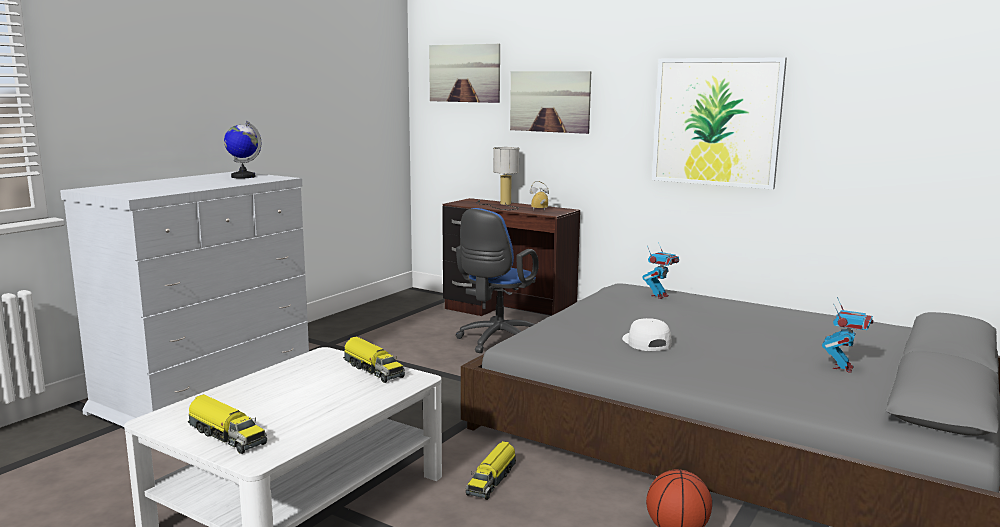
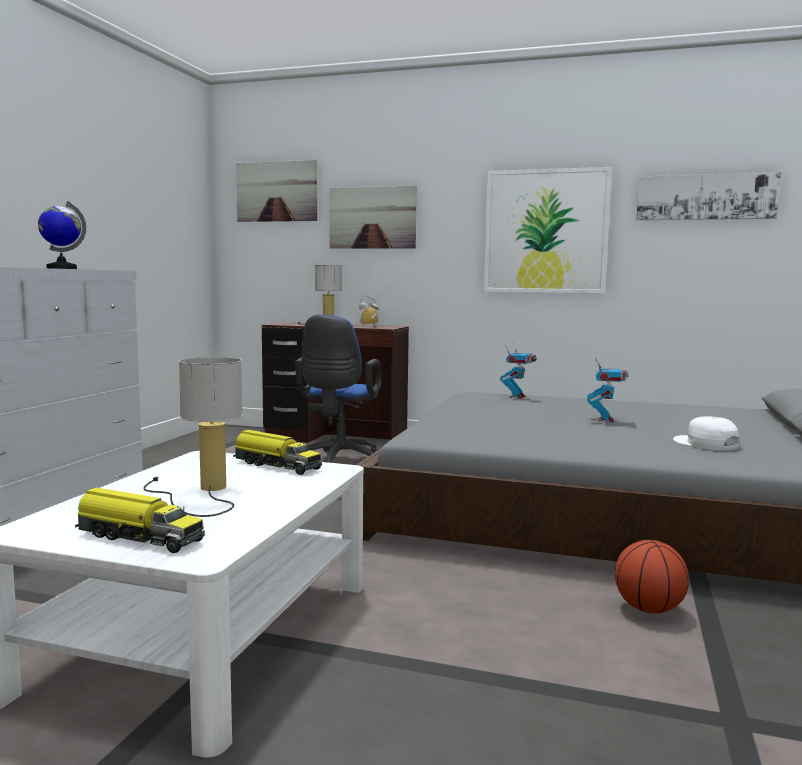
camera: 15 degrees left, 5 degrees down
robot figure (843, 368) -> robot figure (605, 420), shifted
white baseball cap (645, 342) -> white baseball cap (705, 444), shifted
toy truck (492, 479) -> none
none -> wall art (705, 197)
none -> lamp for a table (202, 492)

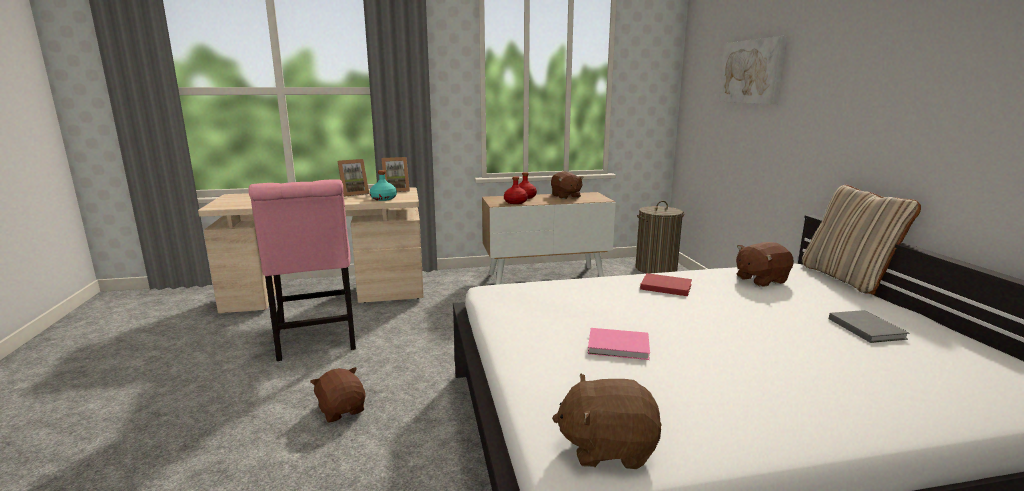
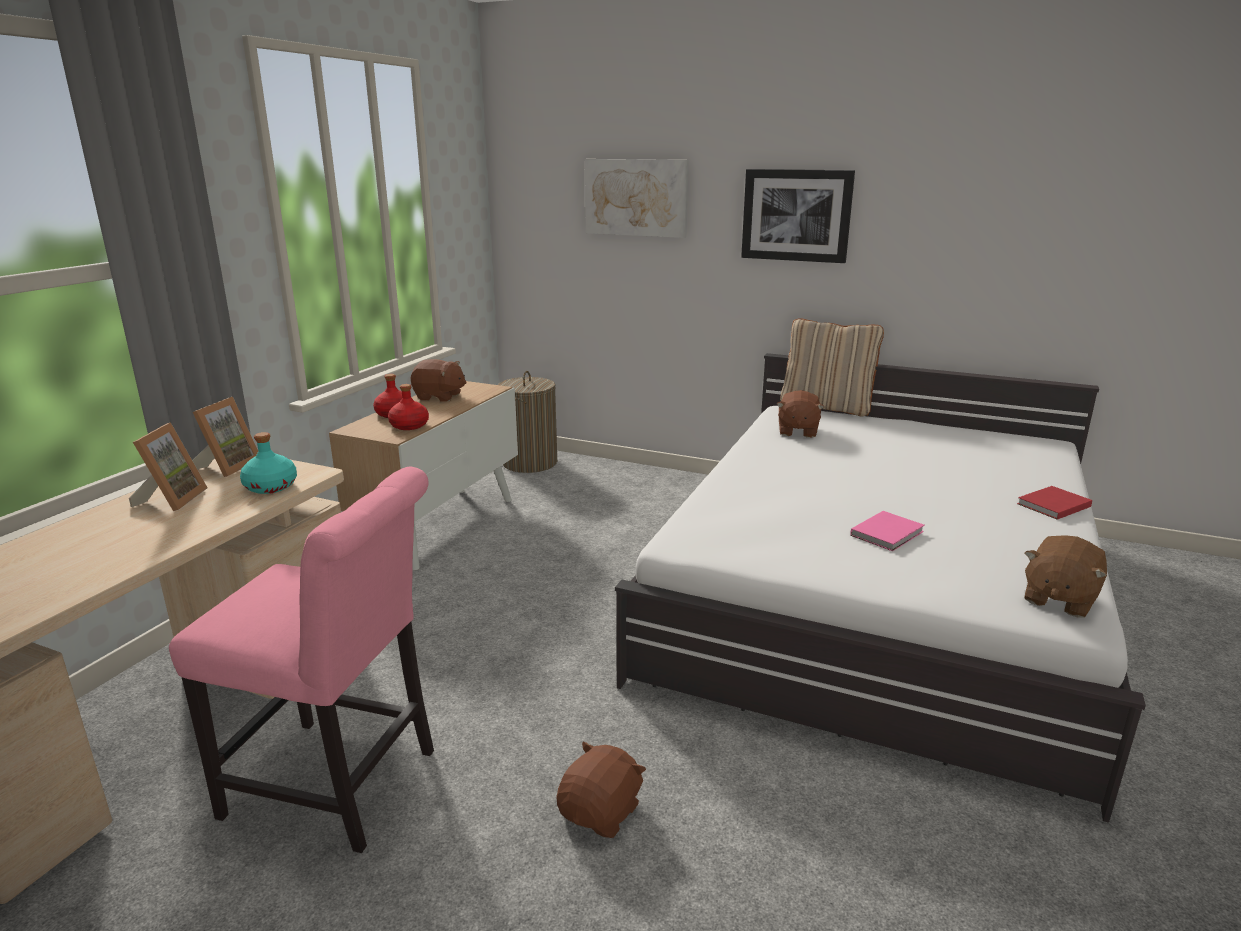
camera: 55 degrees left, 5 degrees up
red volume (664, 286) -> red volume (1051, 505), shifted
gray volume (866, 328) -> none
brown cuddly toy (342, 410) -> brown cuddly toy (601, 812), 120 degrees clockwise
none -> wall art (796, 215)

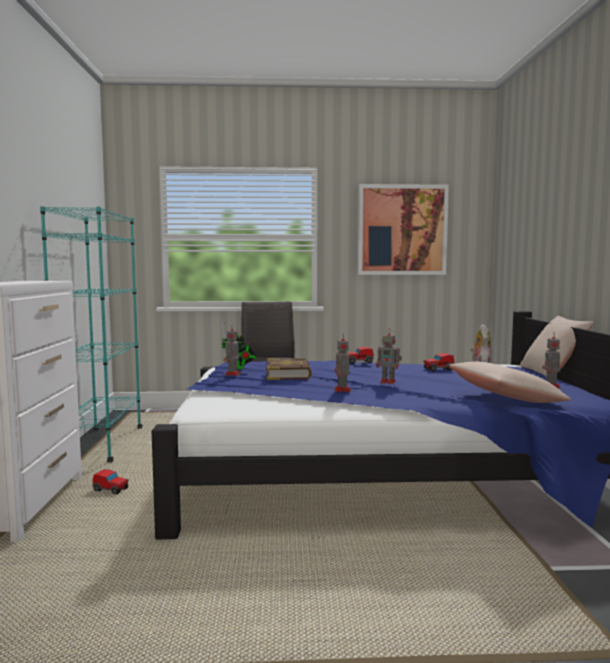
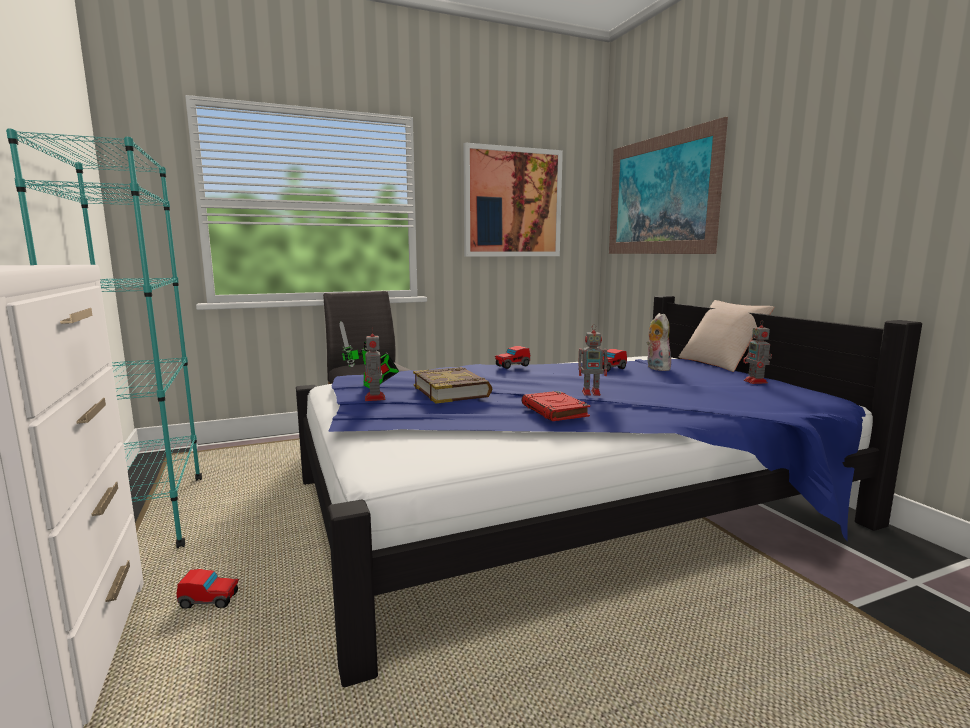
camera: 20 degrees left, 5 degrees up
robot figure (342, 390) -> red volume (555, 411)
sand-coloured cushion (505, 398) -> none
none -> wall art (660, 195)

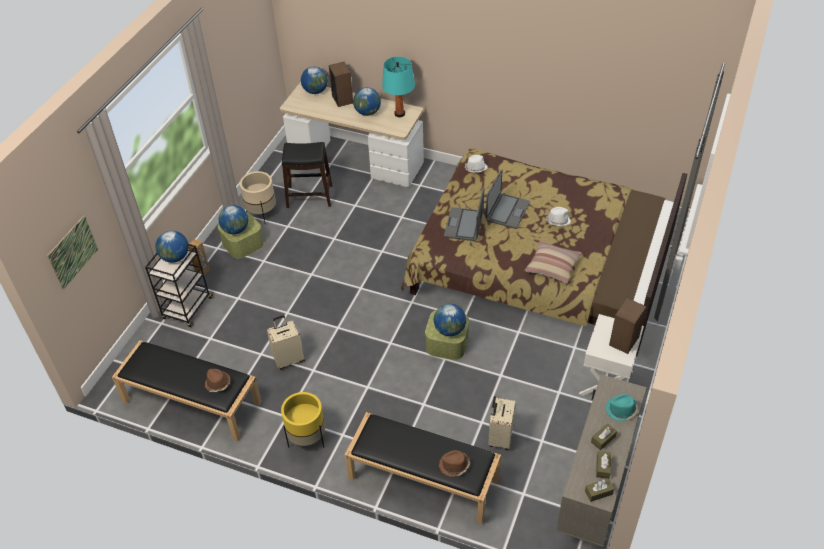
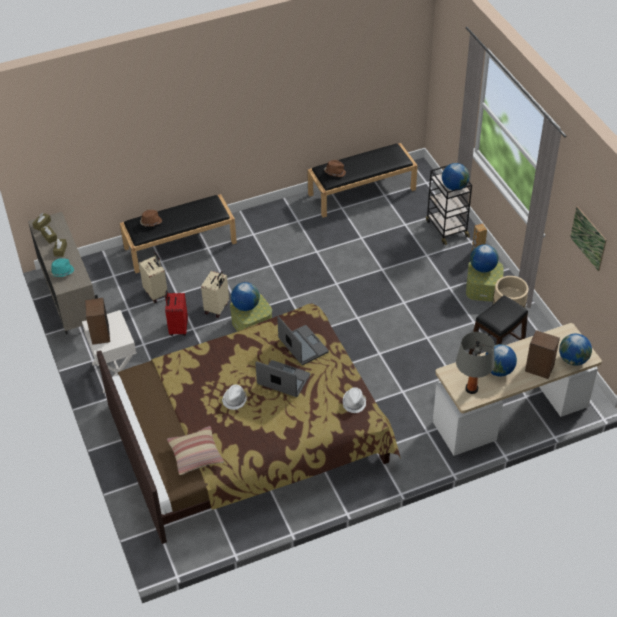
camera: 135 degrees right, 0 degrees up
turquoise lamp for a table (399, 114) -> gray lamp for a table (471, 389)
notebook computer (507, 211) -> notebook computer (283, 380), 135 degrees clockwise
wall art (72, 252) -> wall art (588, 238), shifted
cushion (552, 266) -> cushion (195, 454), shifted
sand-coloured suitcase (289, 359) -> sand-coloured suitcase (217, 308), shifted
yellow-coloured flower pot (307, 438) -> none
none -> red suitcase (178, 328)

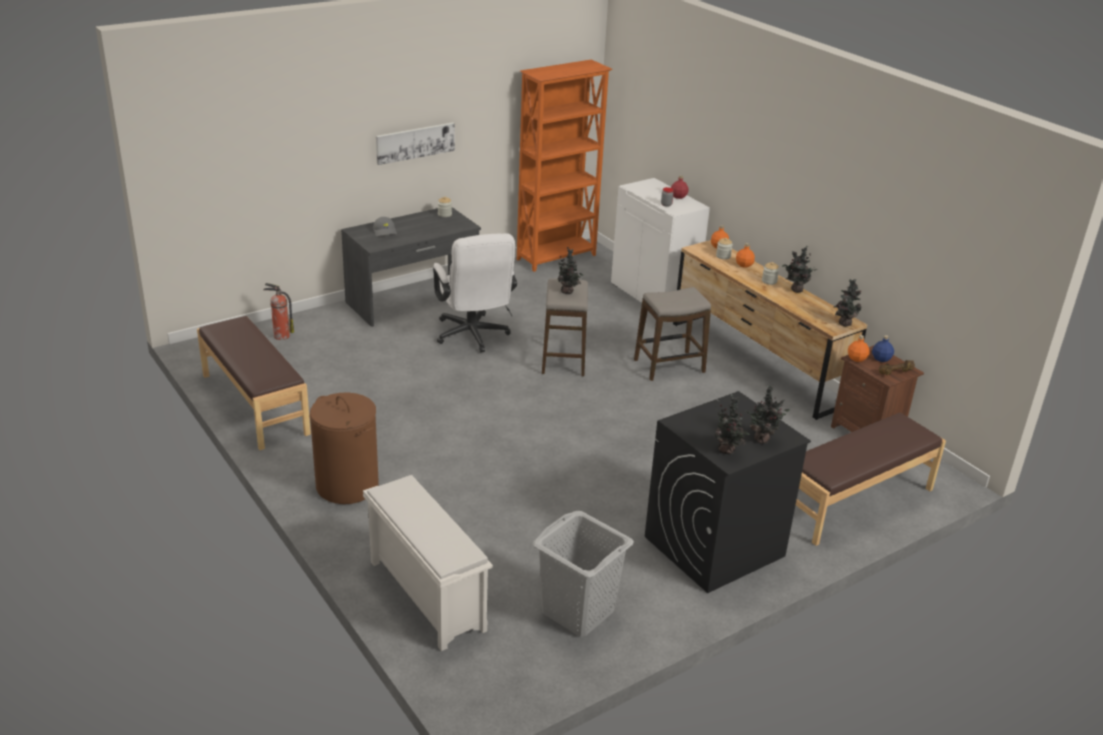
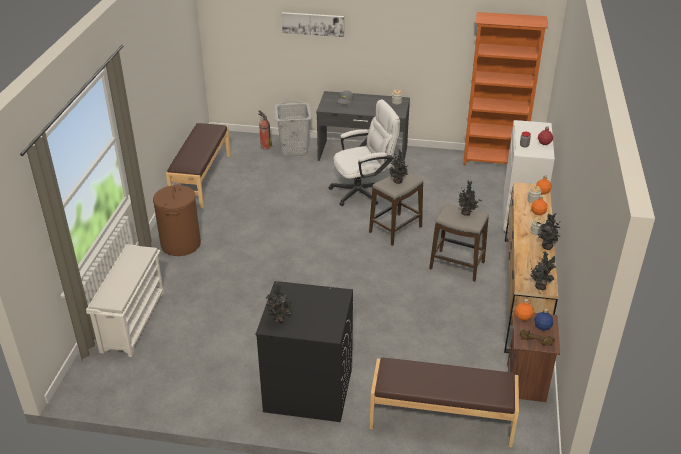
camera: 45 degrees right, 5 degrees up
wall art (415, 142) -> wall art (313, 24), shifted
white office chair (473, 337) -> white office chair (363, 191), 135 degrees counterclockwise
houseplant (762, 439) -> houseplant (467, 213), shifted
gray hamper (578, 612) -> gray hamper (293, 149), shifted

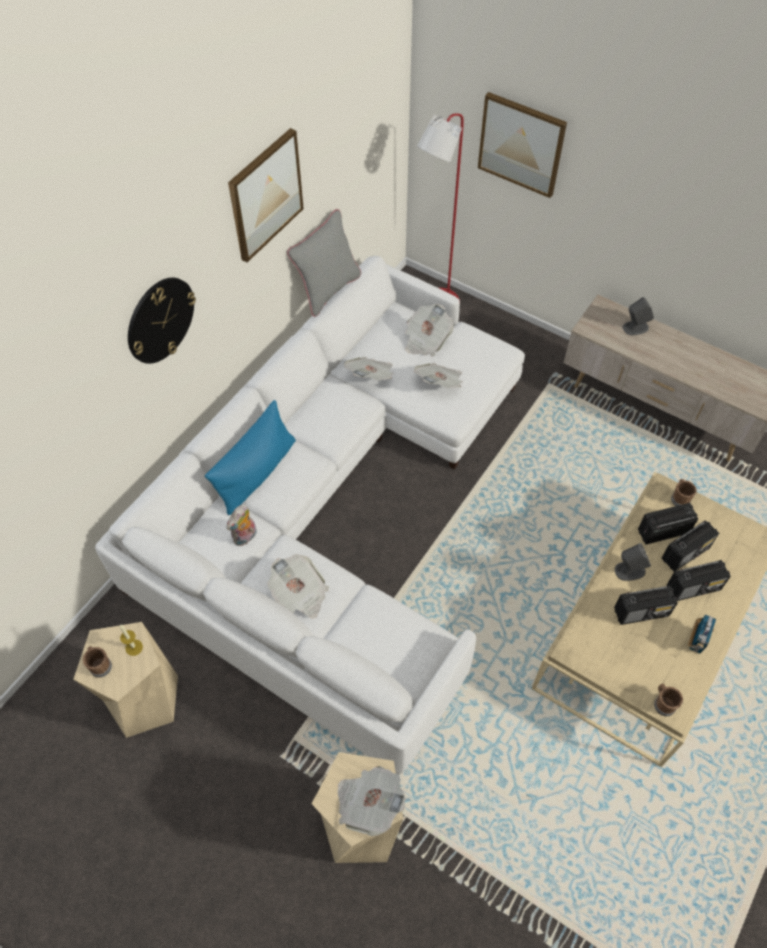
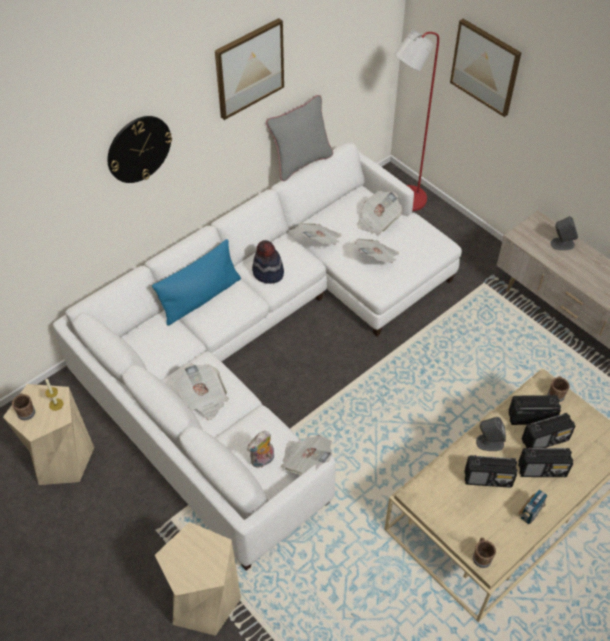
camera: 15 degrees right, 5 degrees down
cuddly toy (245, 537) -> cuddly toy (262, 461), shifted
newspaper (368, 803) -> newspaper (305, 461), shifted
none -> hat (268, 273)

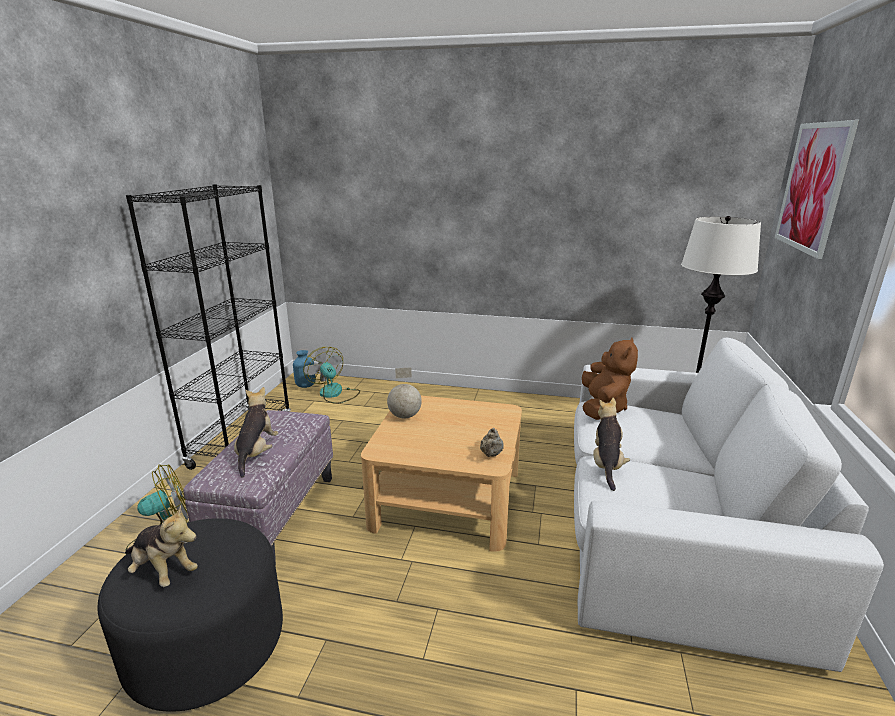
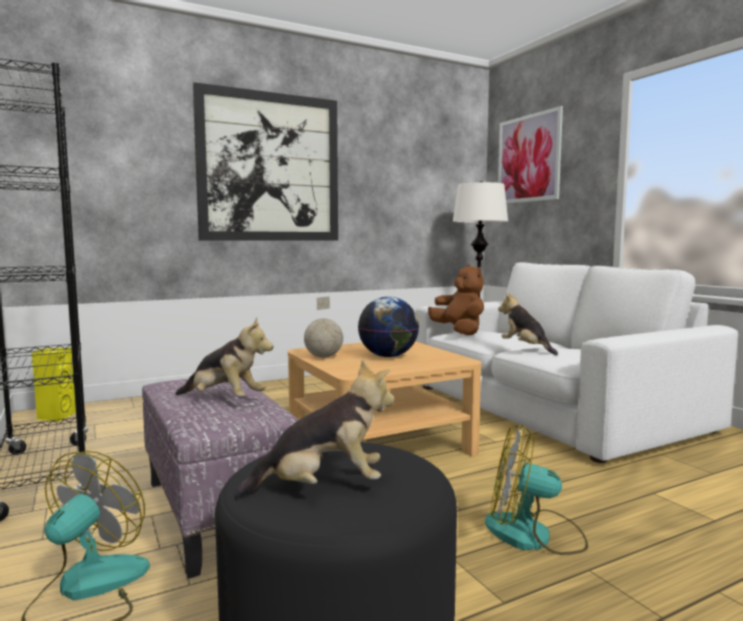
camera: 40 degrees left, 15 degrees down
cooling fan (334, 394) -> cooling fan (533, 535), shifted
bluish flower vase (305, 385) -> yellow-coloured audio speaker (56, 417)
cuddly toy (257, 453) -> cuddly toy (224, 400), 150 degrees clockwise
sand-coloured tea pot (491, 454) -> none
none -> wall art (269, 168)
none -> globe (388, 356)

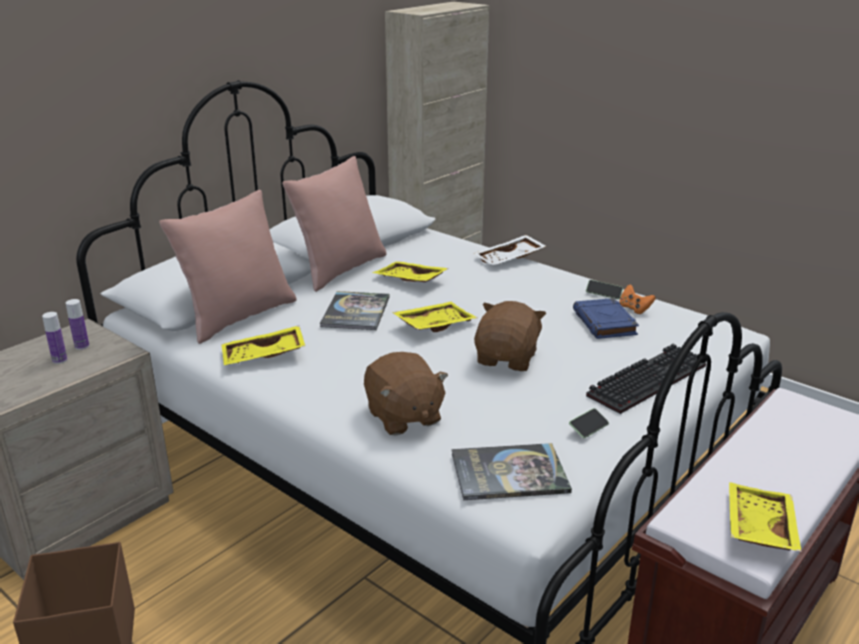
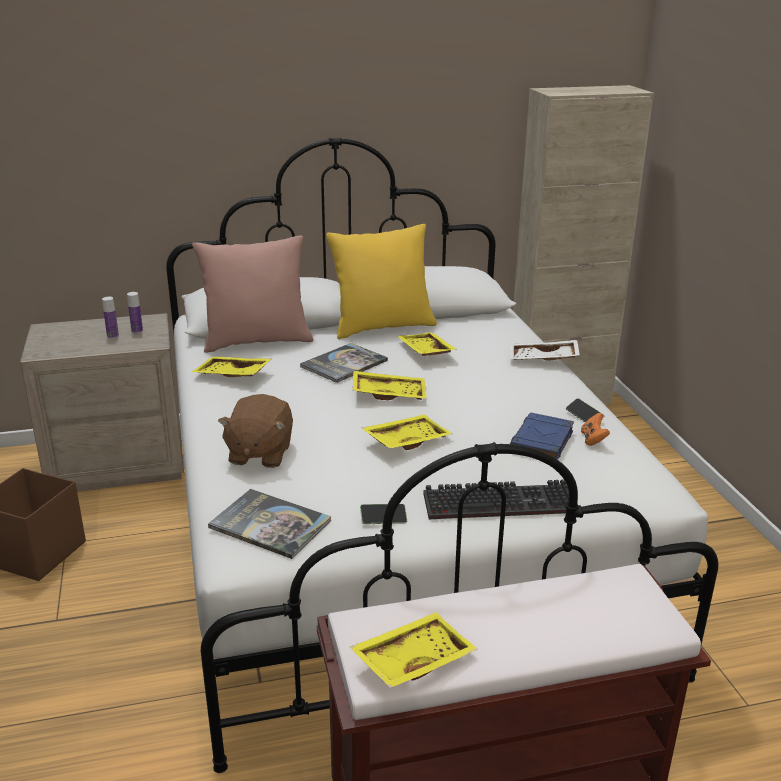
camera: 35 degrees right, 0 degrees up
pinkish cushion (339, 269) -> yellow-coloured cushion (382, 327)
brown cuddly toy (507, 359) -> yellow-coloured tray (406, 441)

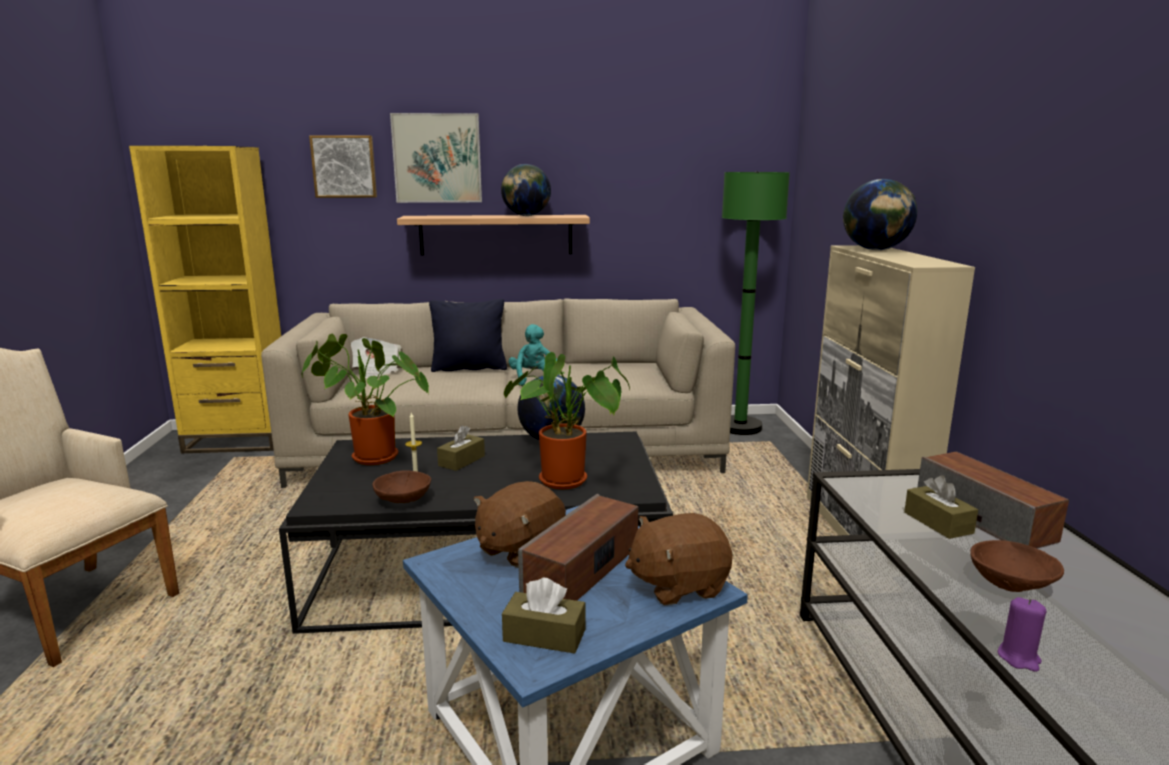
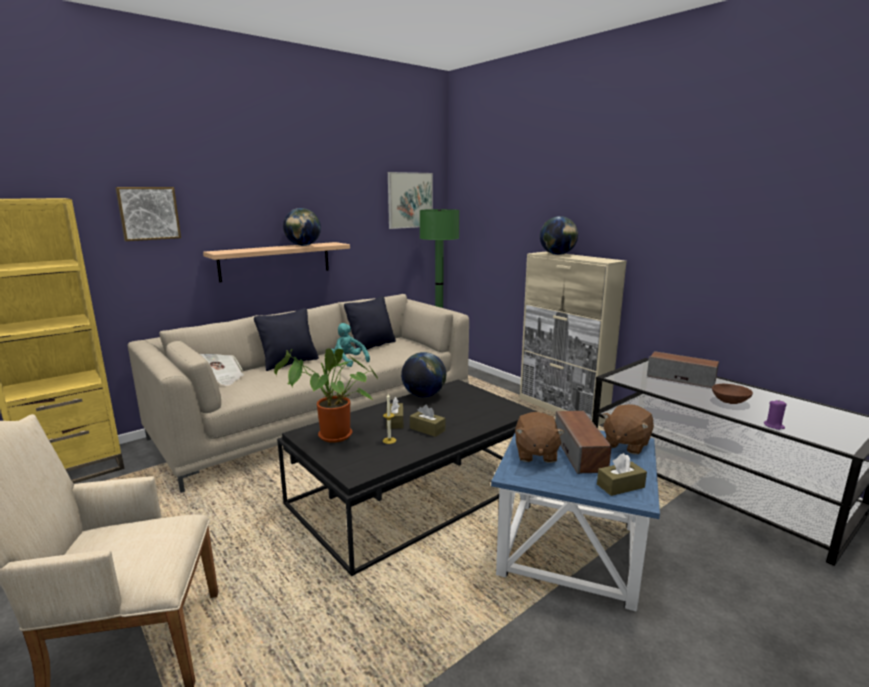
camera: 35 degrees left, 0 degrees up
wall art (437, 158) -> wall art (410, 200), shifted
houseplant (569, 481) -> none
brown deep dish (403, 501) -> none
brown tissue holder (938, 522) -> brown tissue holder (427, 429), shifted
none -> black-coloured cushion (372, 345)

